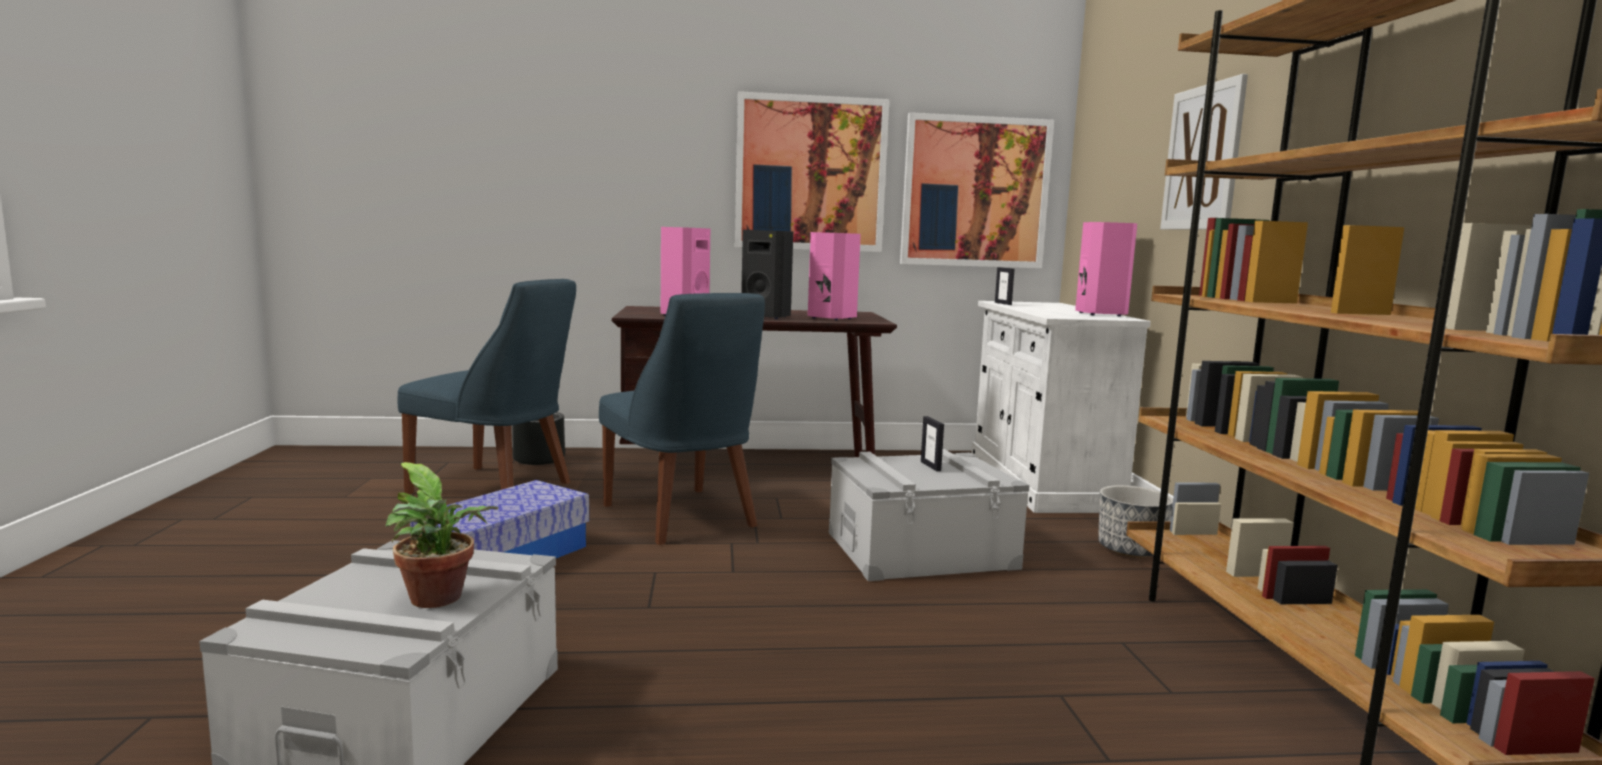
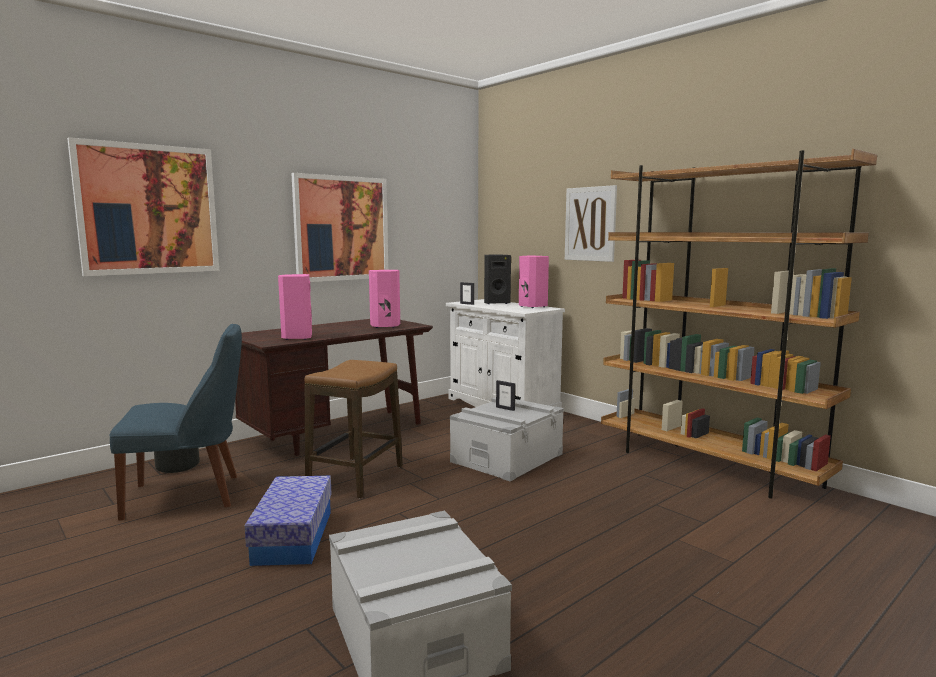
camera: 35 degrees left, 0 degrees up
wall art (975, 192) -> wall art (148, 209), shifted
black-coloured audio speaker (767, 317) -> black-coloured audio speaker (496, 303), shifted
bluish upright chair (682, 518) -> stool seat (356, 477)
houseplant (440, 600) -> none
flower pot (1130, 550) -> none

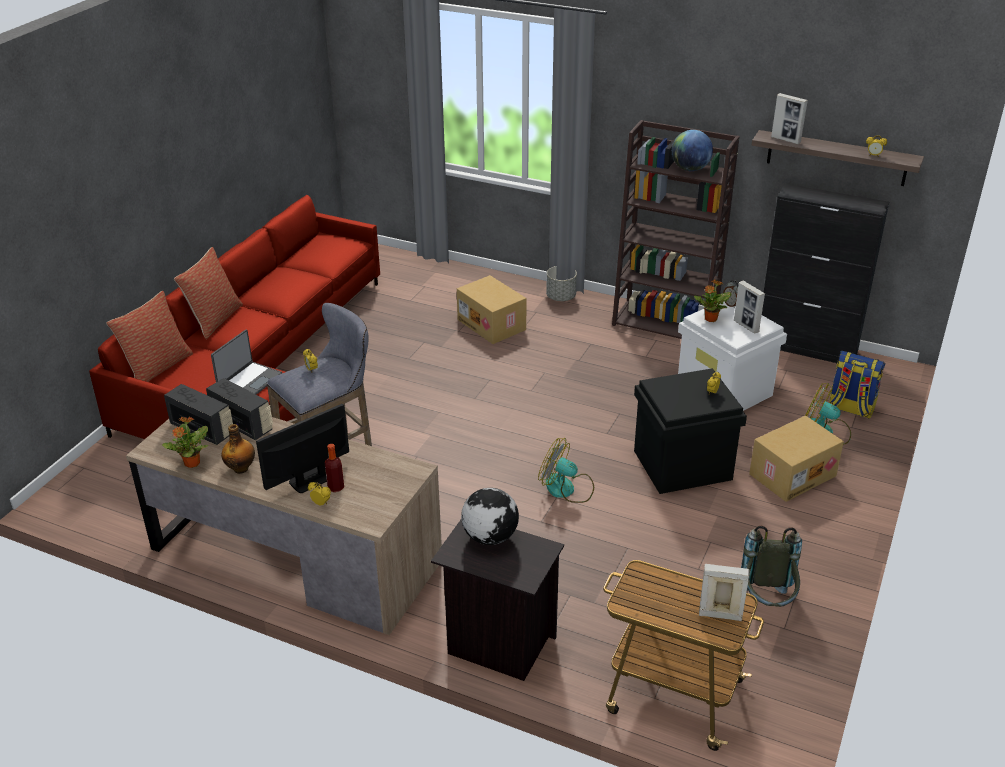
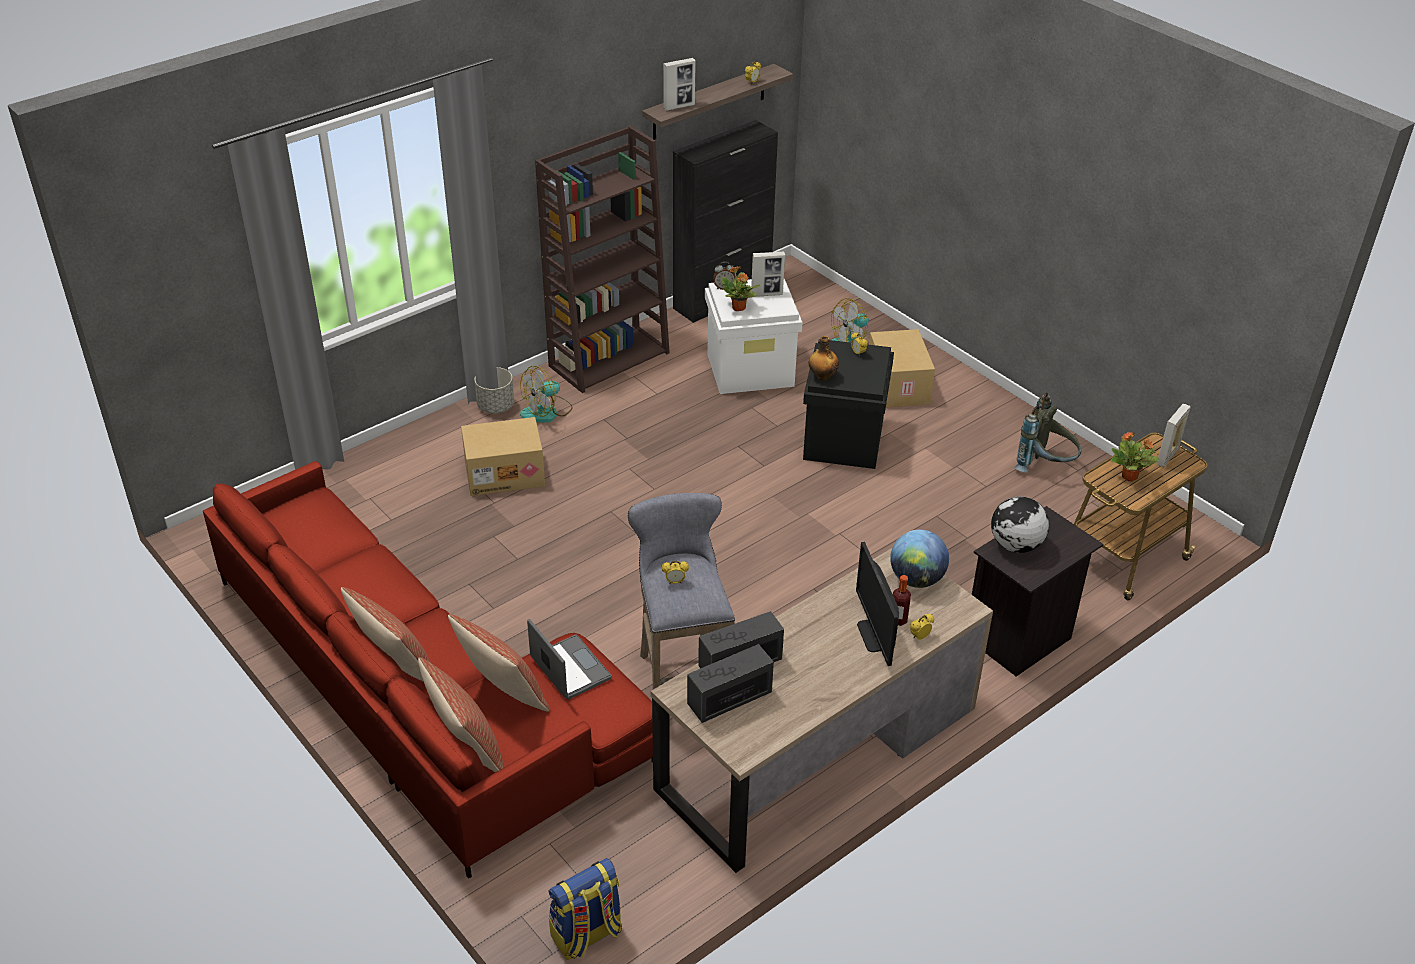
camera: 65 degrees left, 5 degrees up
globe (690, 169) -> globe (916, 579), shifted
backpack (850, 408) -> backpack (586, 935), shifted
houseplant (191, 463) -> houseplant (1130, 477), shifted
drink bottle (241, 468) -> drink bottle (822, 376), shifted
cooling fan (566, 489) -> cooling fan (547, 411), shifted
none -> cushion (502, 694)

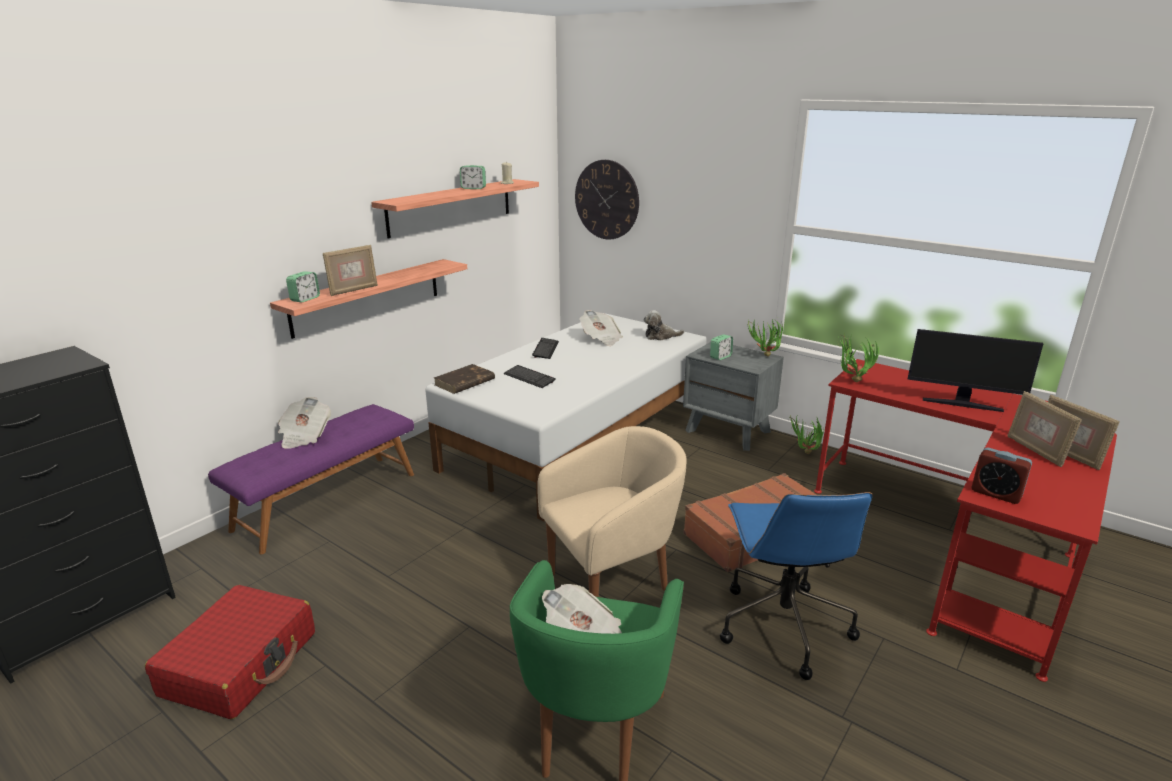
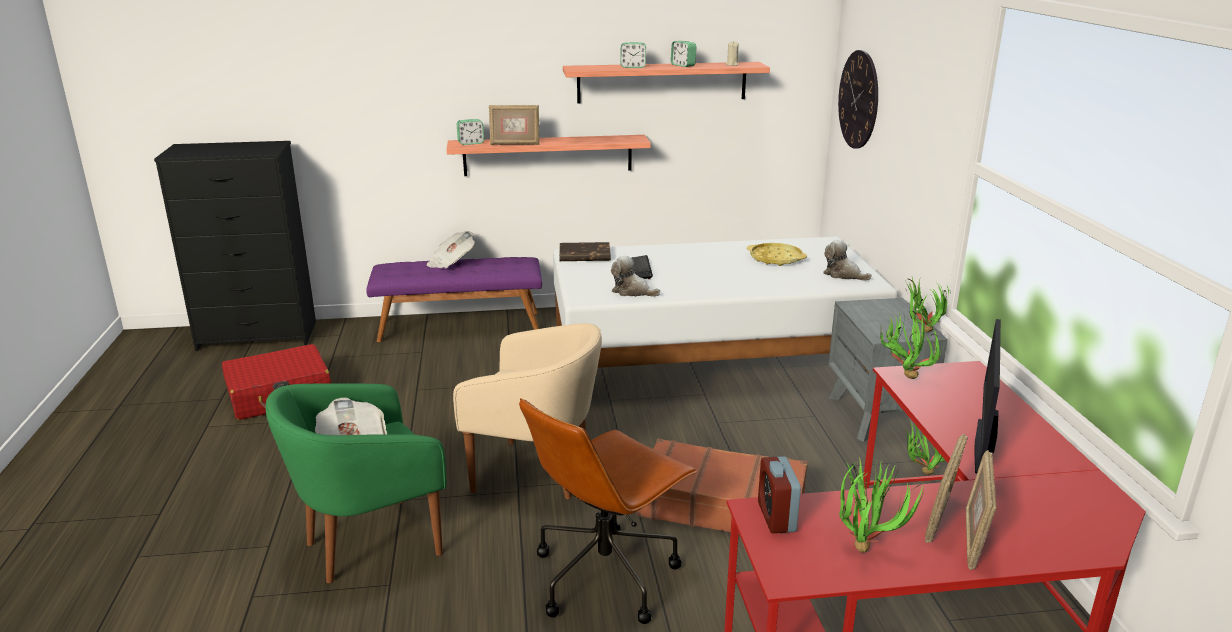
camera: 45 degrees right, 0 degrees up
newspaper (601, 339) -> yellow-coloured tray (776, 259)
computer screen (962, 404) -> computer screen (984, 446), 45 degrees clockwise
alarm clock (720, 357) -> alarm clock (633, 67), shifted
PC keyboard (545, 349) -> none
bluish office chair (782, 625) -> brown office chair (606, 575)
none -> cuddly toy (632, 291)
none -> houseplant (866, 544)

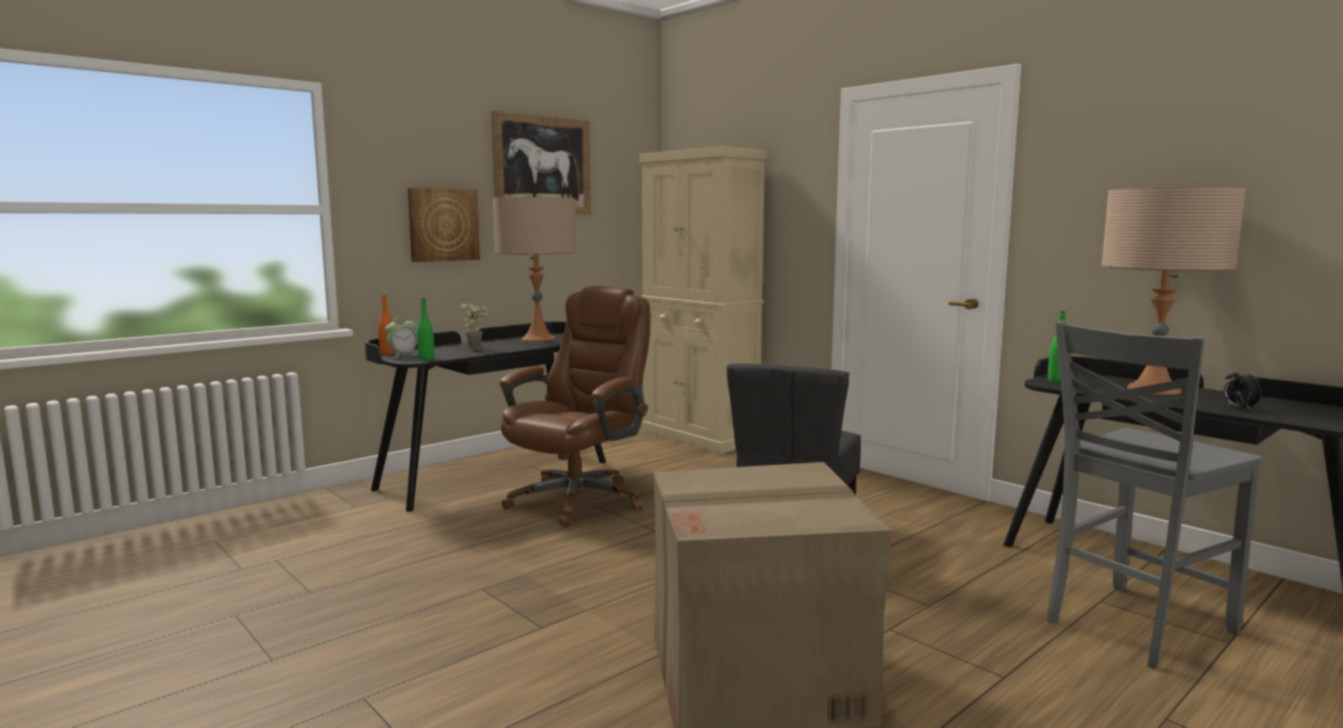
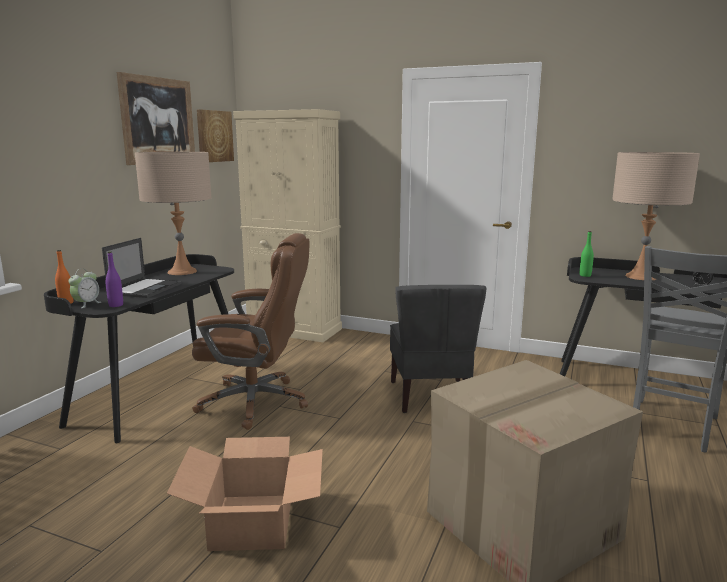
camera: 25 degrees left, 5 degrees up
wall art (443, 224) -> wall art (214, 136), shifted
brown office chair (578, 500) -> brown office chair (256, 402), 90 degrees clockwise
green-coloured drink bottle (426, 358) -> purple drink bottle (116, 305)
houseplant (477, 349) -> notebook computer (145, 288)
none -> cardboard box (253, 521)

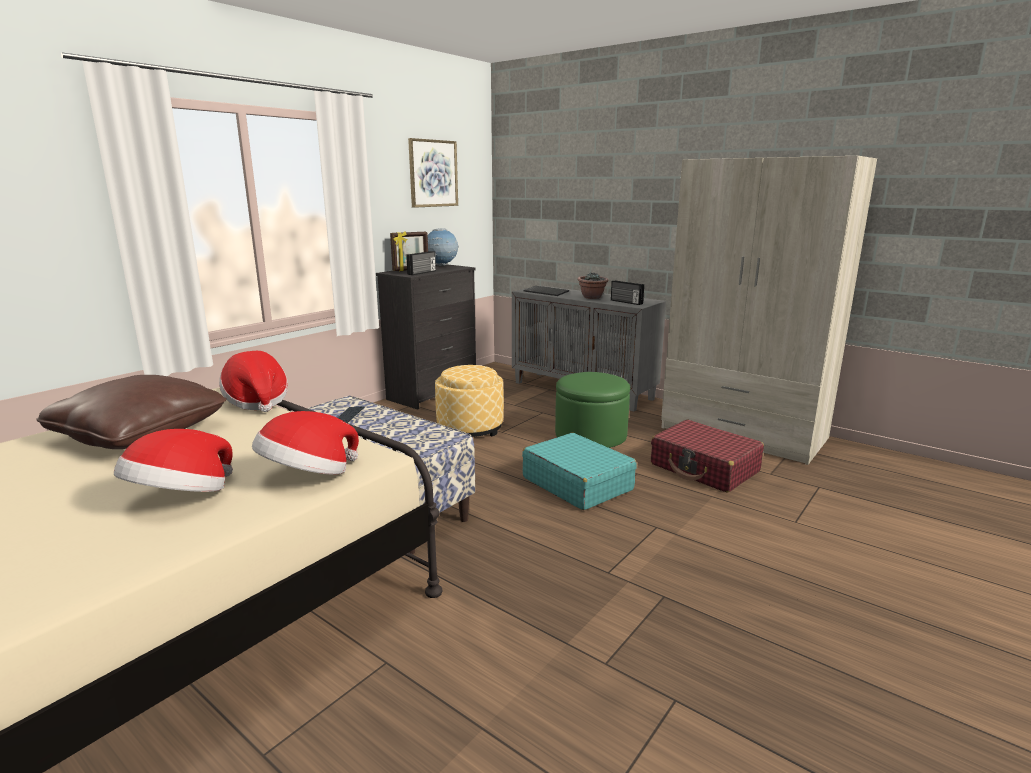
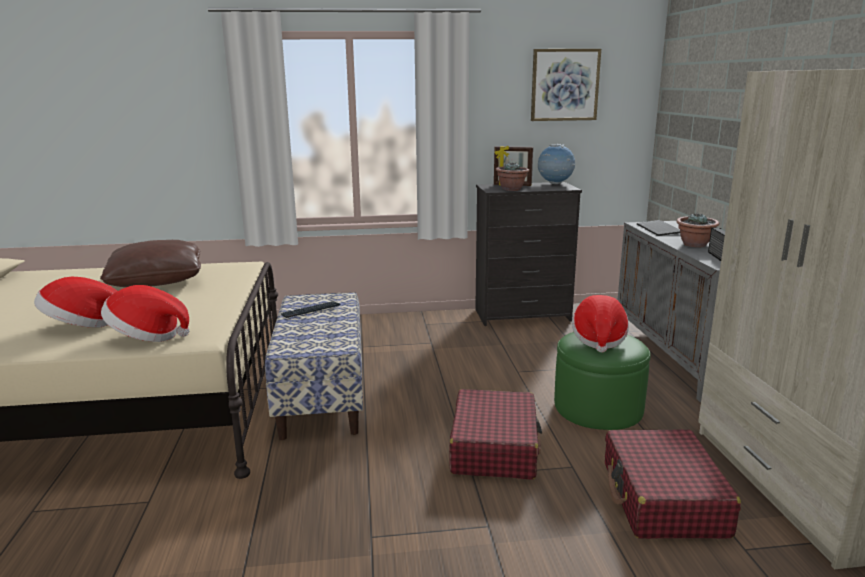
camera: 45 degrees right, 0 degrees up
radio set (422, 273) -> houseplant (511, 189)
hat (257, 401) -> hat (598, 340), shifted
ottoman (470, 428) -> none
turquoise suitcase (577, 483) -> red suitcase (494, 447)

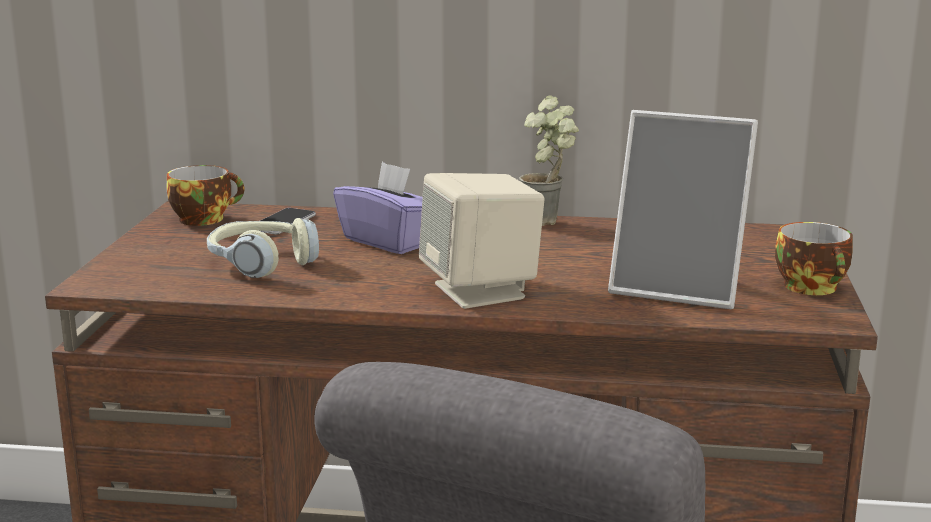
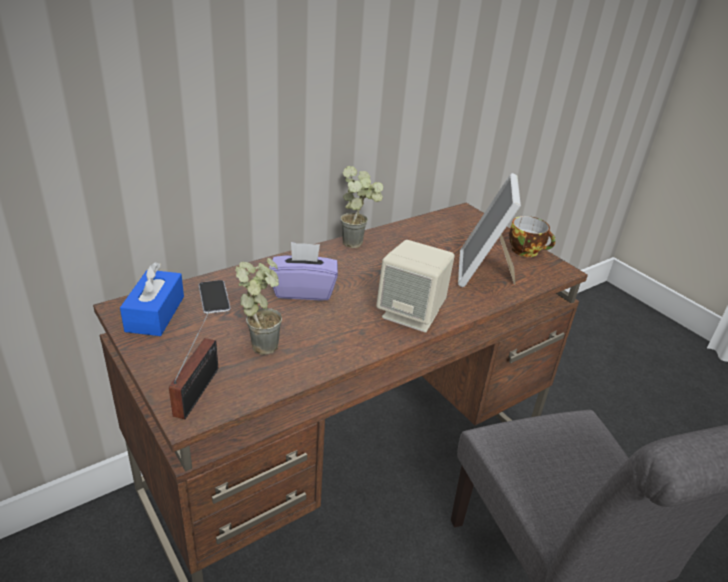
camera: 45 degrees left, 15 degrees up
picture frame (680, 288) -> picture frame (484, 273), 120 degrees clockwise
cup (204, 219) -> bluish tissue holder (155, 314)
headphones (261, 263) -> houseplant (263, 342)
none -> radio set (199, 389)

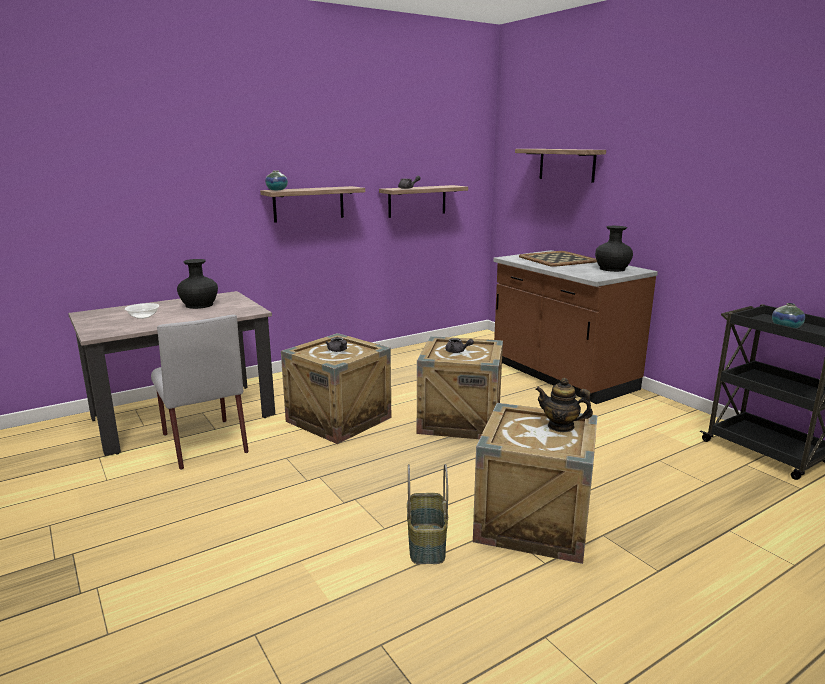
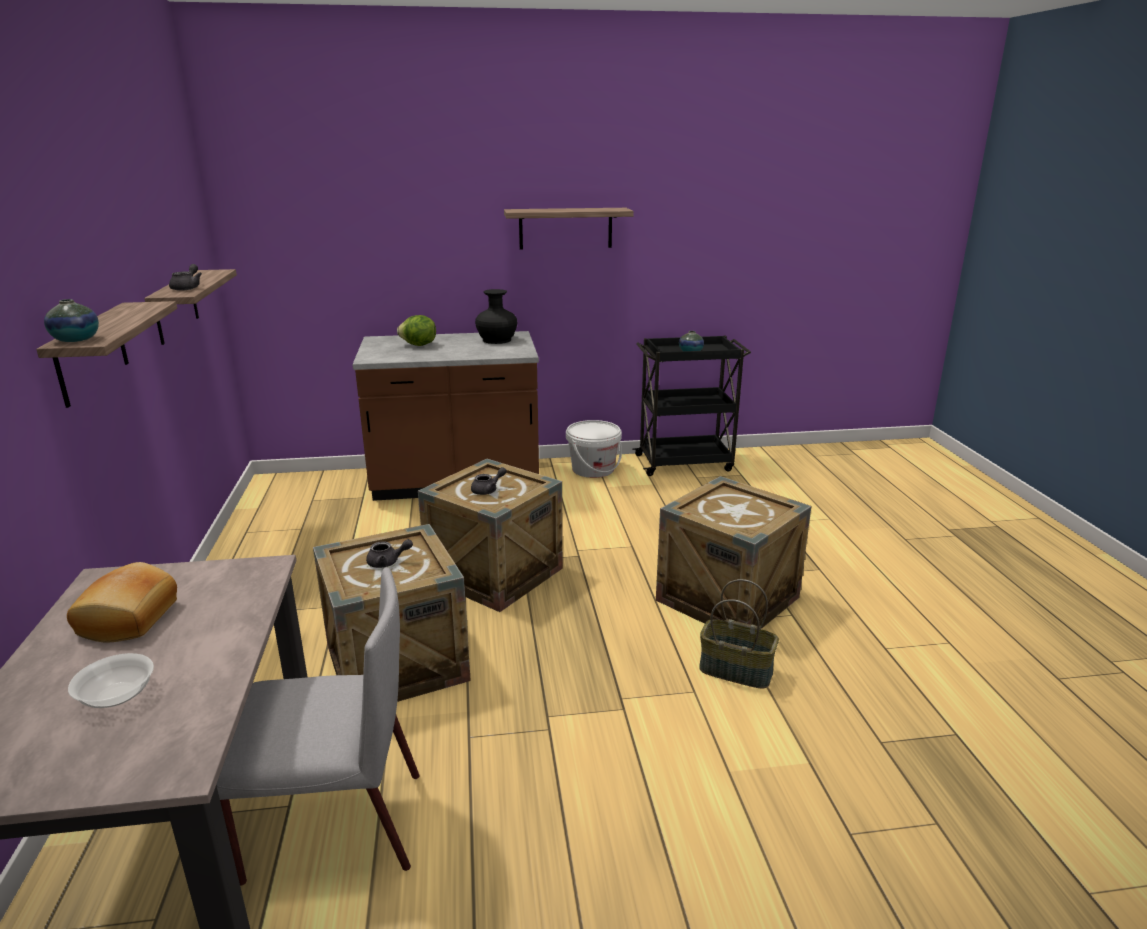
camera: 65 degrees left, 5 degrees up
wall shelf (567, 165) -> wall shelf (565, 228), shifted
tray (557, 259) -> lettuce (418, 345)
black-coloured flower vase (199, 305) -> baked bread (130, 619)
tea pot (561, 426) -> none
none -> white bucket (593, 469)

